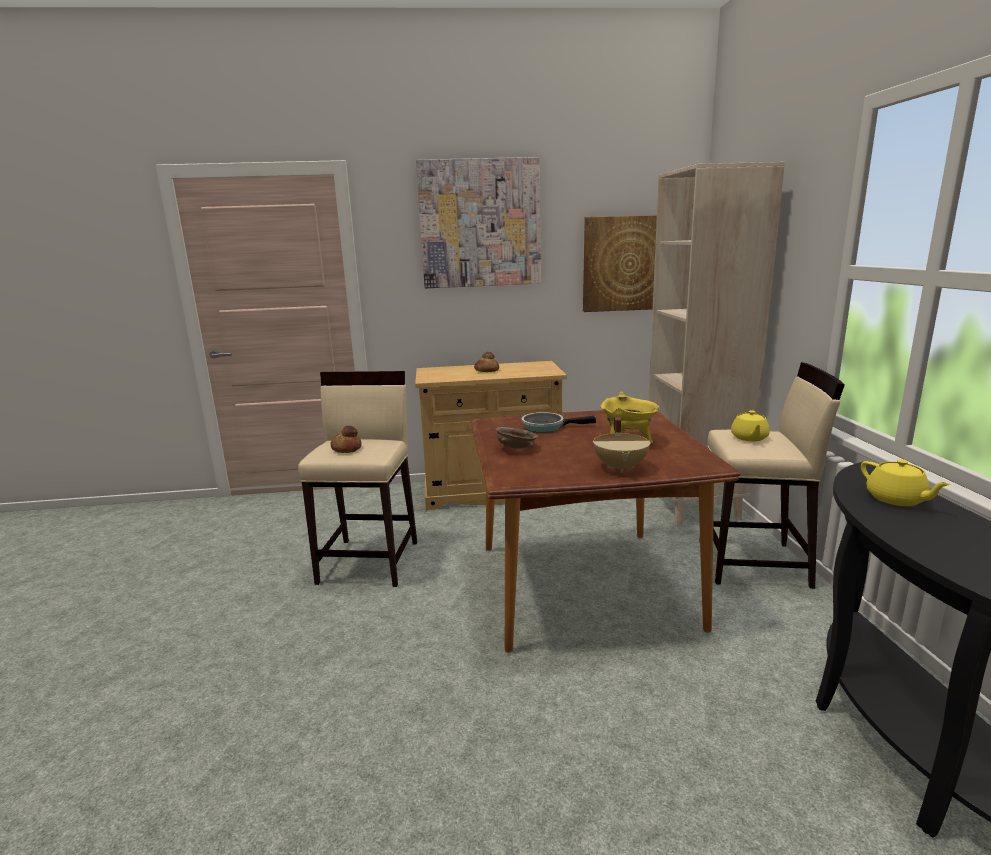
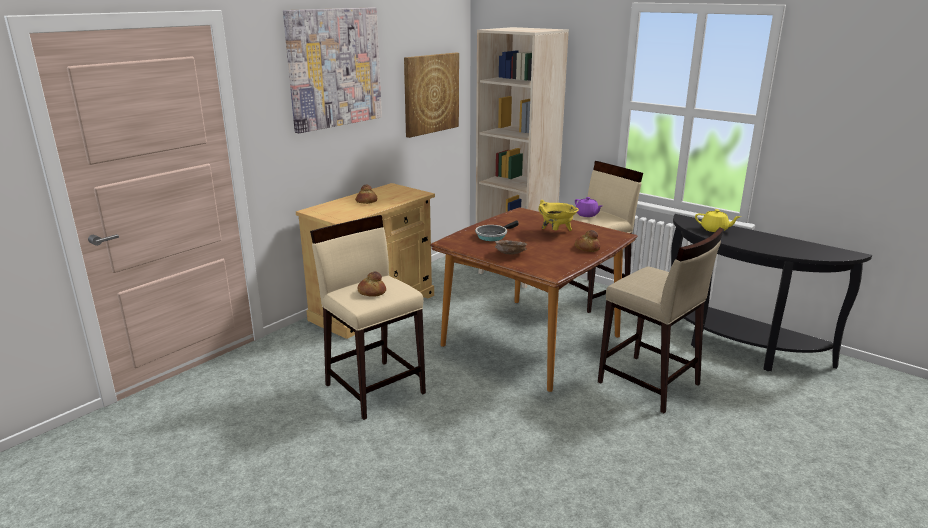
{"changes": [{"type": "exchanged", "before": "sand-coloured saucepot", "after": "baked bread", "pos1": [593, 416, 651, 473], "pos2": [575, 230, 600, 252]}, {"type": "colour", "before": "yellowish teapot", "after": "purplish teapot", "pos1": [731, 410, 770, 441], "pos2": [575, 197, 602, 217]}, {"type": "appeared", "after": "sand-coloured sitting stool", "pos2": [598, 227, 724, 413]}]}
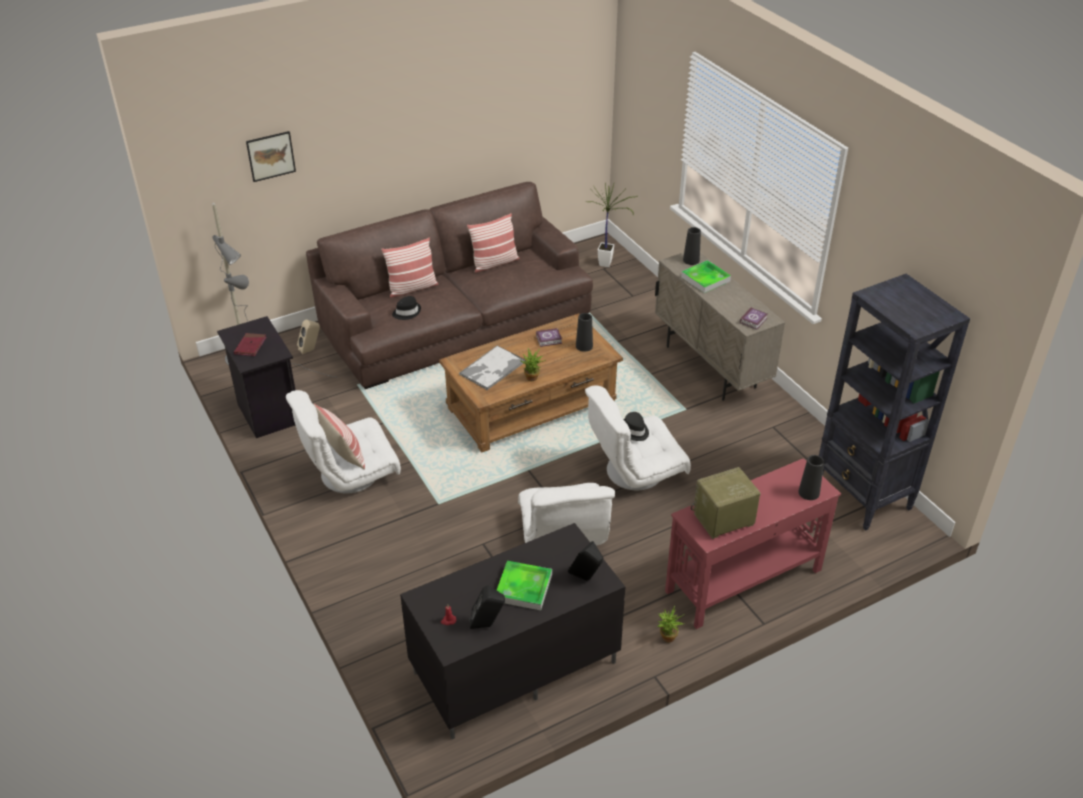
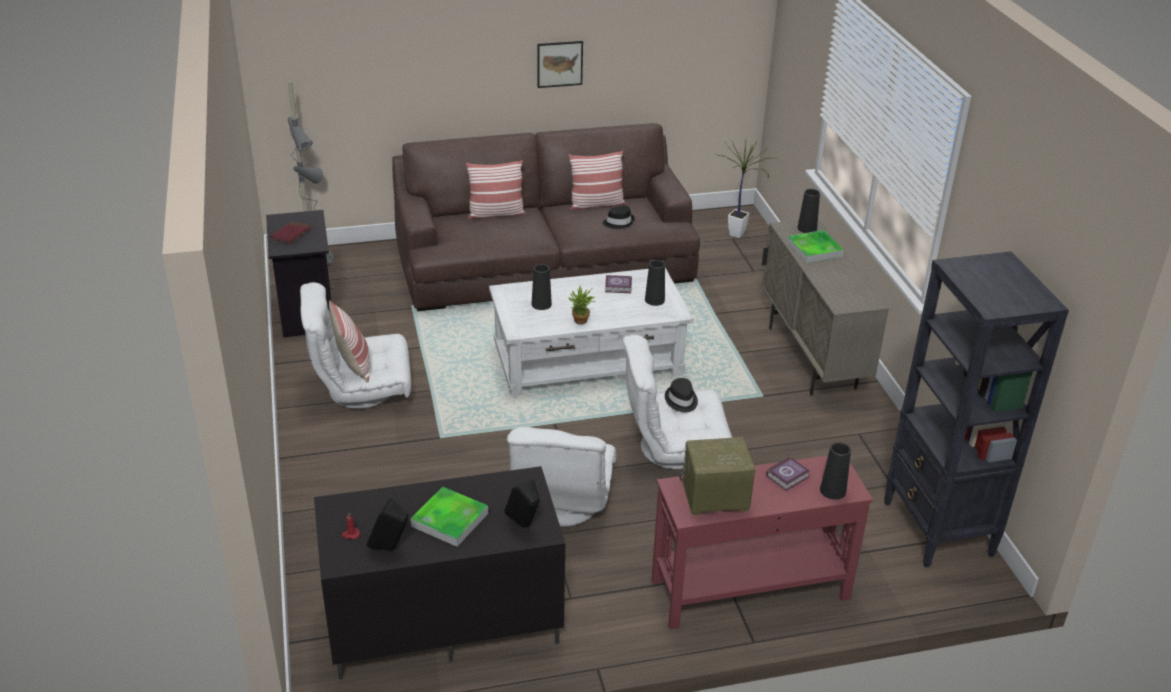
{"changes": [{"type": "relocated", "before": "wall art", "pos1": [246, 131, 296, 182], "pos2": [538, 41, 583, 88]}, {"type": "missing", "before": "sand-coloured loudspeaker", "pos1": [297, 319, 320, 354]}, {"type": "relocated", "before": "black-coloured hat", "pos1": [392, 296, 421, 320], "pos2": [602, 205, 635, 229]}, {"type": "colour", "before": "brownish low table", "after": "whitish low table", "pos1": [439, 313, 623, 452], "pos2": [489, 268, 693, 396]}, {"type": "exchanged", "before": "tray", "after": "black-coloured decorative vase", "pos1": [459, 345, 526, 390], "pos2": [531, 264, 552, 310]}, {"type": "missing", "before": "houseplant", "pos1": [657, 606, 685, 643]}, {"type": "relocated", "before": "bound book", "pos1": [740, 307, 768, 330], "pos2": [766, 457, 810, 491]}]}
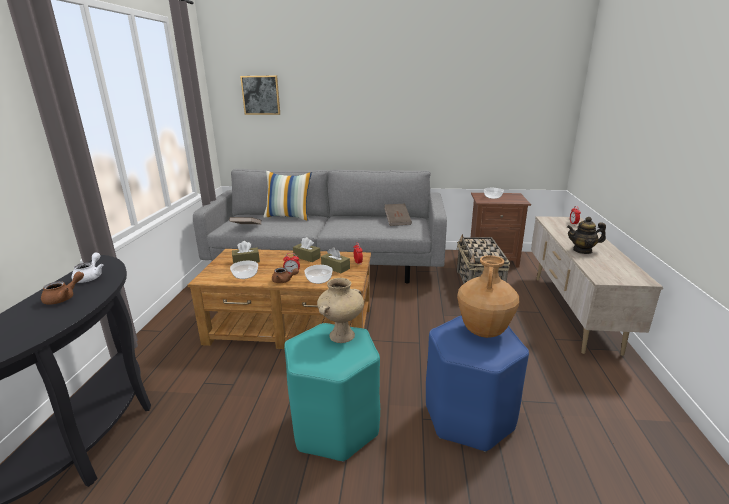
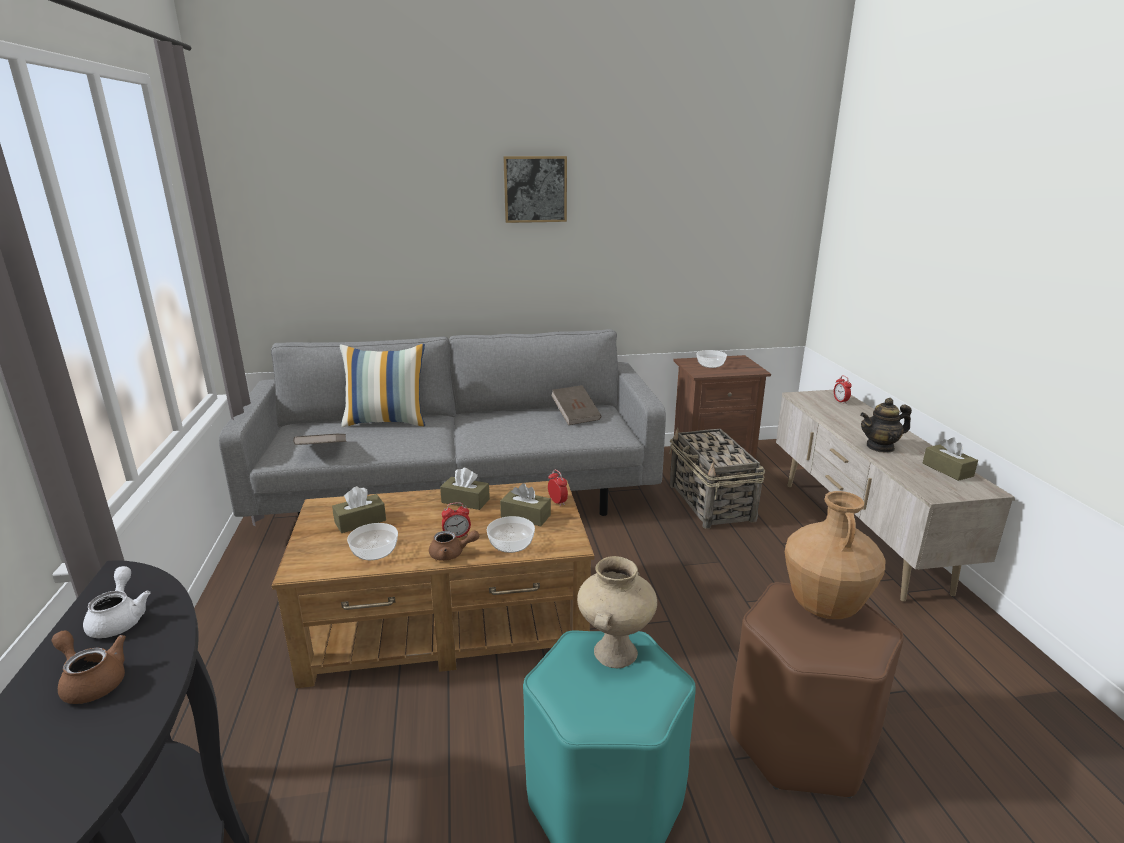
{"changes": [{"type": "spun", "before": "brownish teapot", "pos1": [41, 271, 84, 304], "pos2": [52, 630, 126, 704], "turn": -75}, {"type": "relocated", "before": "wall art", "pos1": [240, 75, 280, 115], "pos2": [503, 156, 567, 223]}, {"type": "colour", "before": "blue sitting stool", "after": "brownish sitting stool", "pos1": [426, 316, 529, 452], "pos2": [730, 582, 904, 798]}, {"type": "appeared", "after": "brownish tissue box", "pos2": [923, 437, 978, 481]}]}
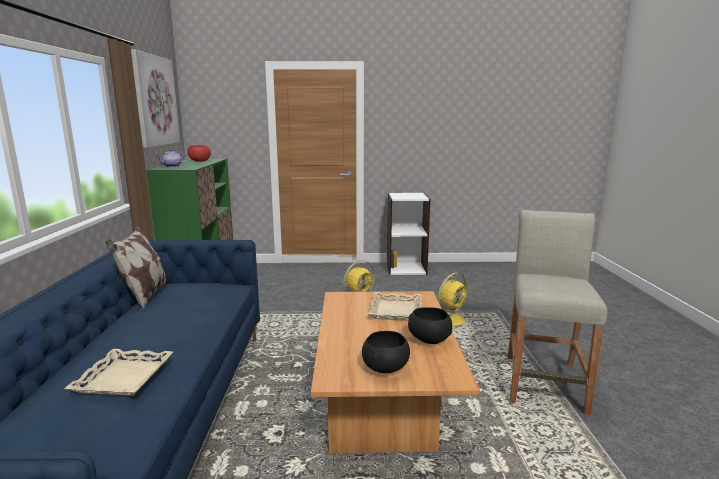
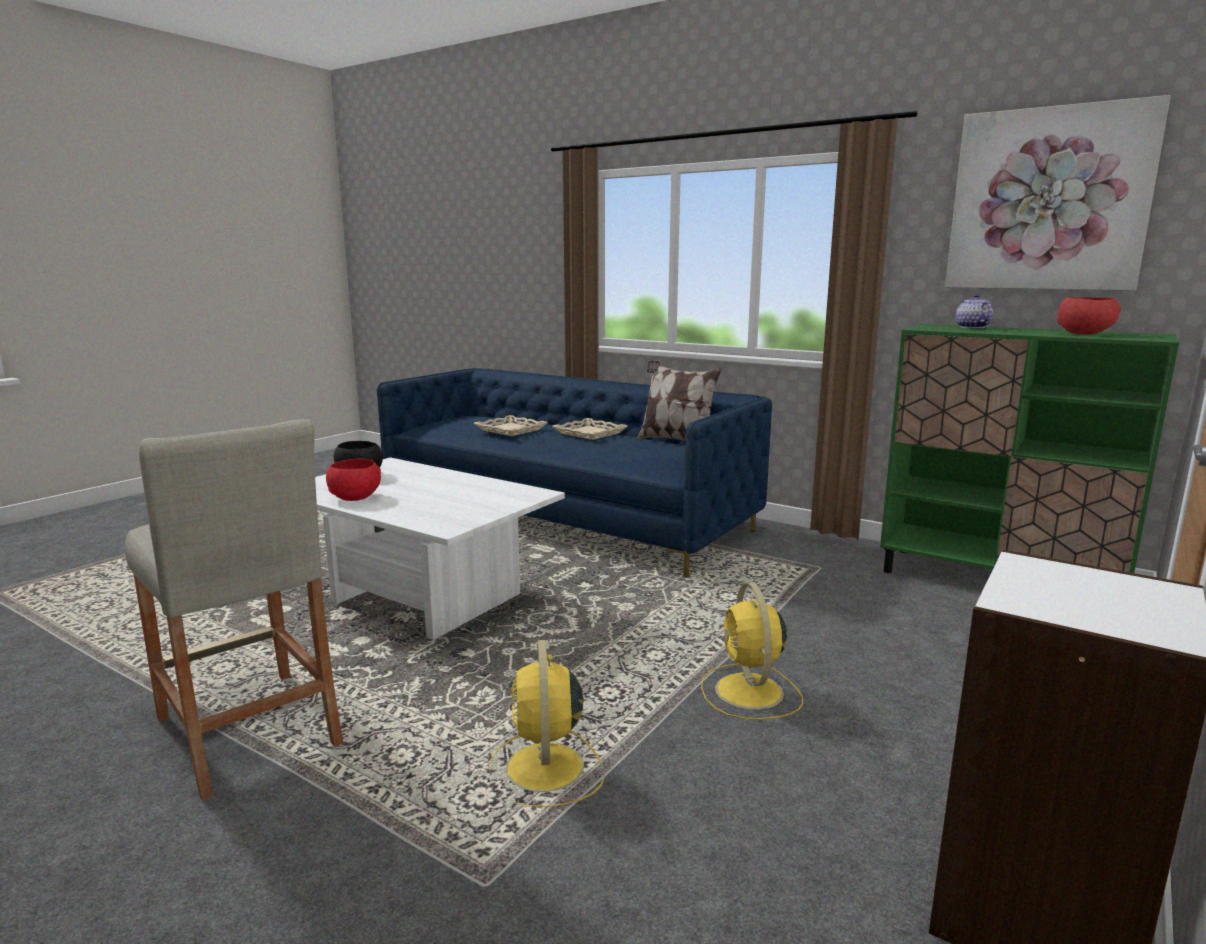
{"changes": [{"type": "colour", "before": "brownish low table", "after": "whitish low table", "pos1": [311, 291, 480, 453], "pos2": [315, 457, 565, 640]}, {"type": "relocated", "before": "sand-coloured tray", "pos1": [368, 292, 422, 321], "pos2": [552, 418, 628, 440]}, {"type": "colour", "before": "black-coloured serving bowl", "after": "reddish serving bowl", "pos1": [408, 307, 452, 344], "pos2": [326, 459, 381, 501]}]}
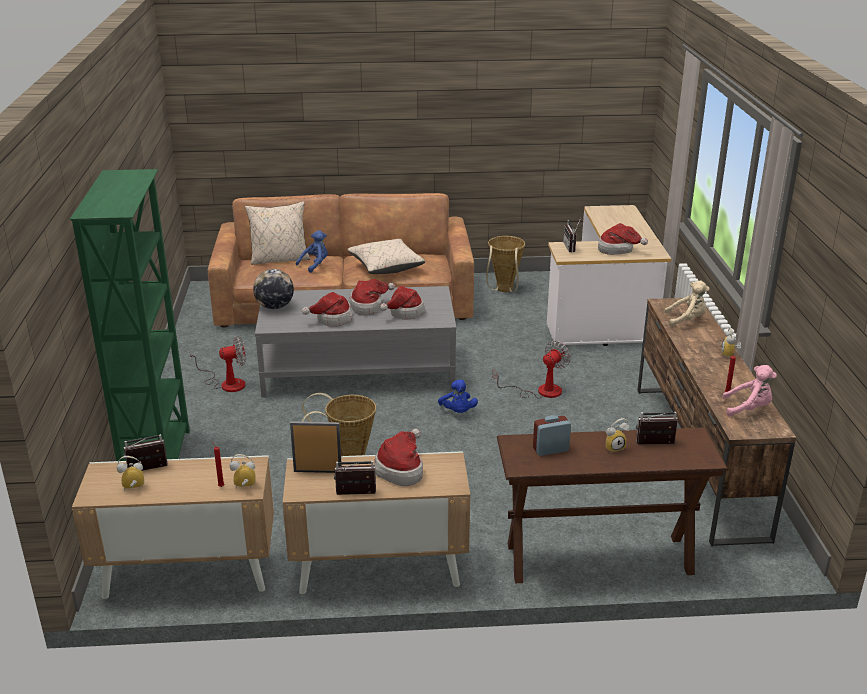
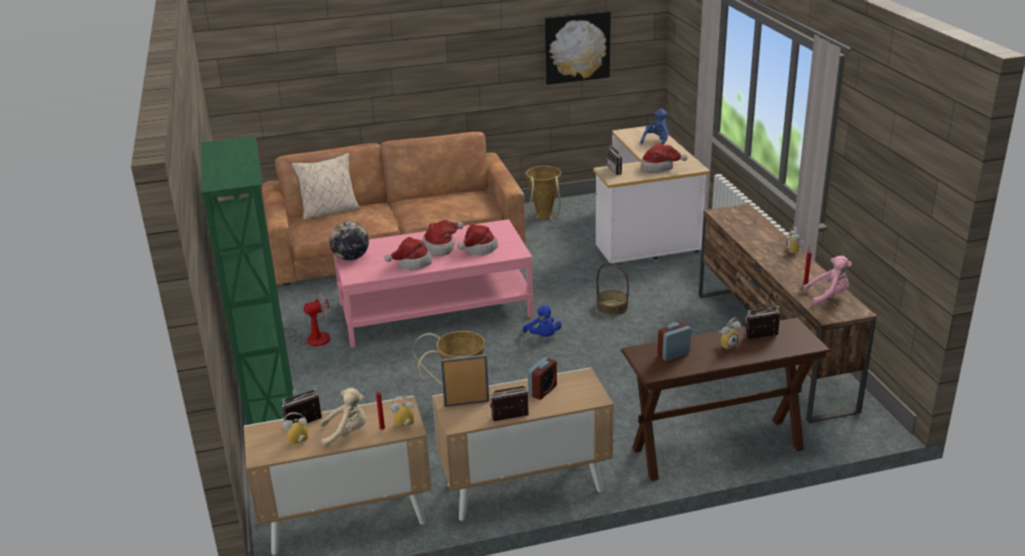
{"changes": [{"type": "colour", "before": "greyish low table", "after": "pinkish low table", "pos1": [255, 286, 457, 398], "pos2": [334, 219, 533, 347]}, {"type": "relocated", "before": "blue plush toy", "pos1": [296, 230, 328, 273], "pos2": [640, 109, 669, 144]}, {"type": "missing", "before": "sand-coloured throw pillow", "pos1": [347, 239, 425, 274]}, {"type": "exchanged", "before": "hat", "after": "table clock", "pos1": [374, 429, 423, 486], "pos2": [528, 357, 557, 400]}, {"type": "exchanged", "before": "cooling fan", "after": "storage basket", "pos1": [493, 341, 571, 399], "pos2": [596, 263, 629, 316]}, {"type": "relocated", "before": "sand-coloured plush toy", "pos1": [664, 281, 709, 327], "pos2": [320, 388, 366, 447]}, {"type": "appeared", "after": "wall art", "pos2": [545, 11, 611, 85]}]}
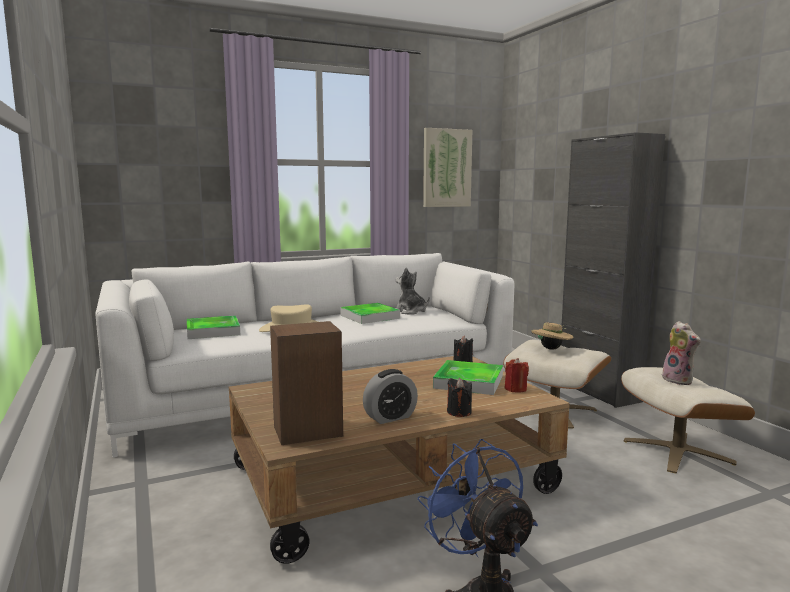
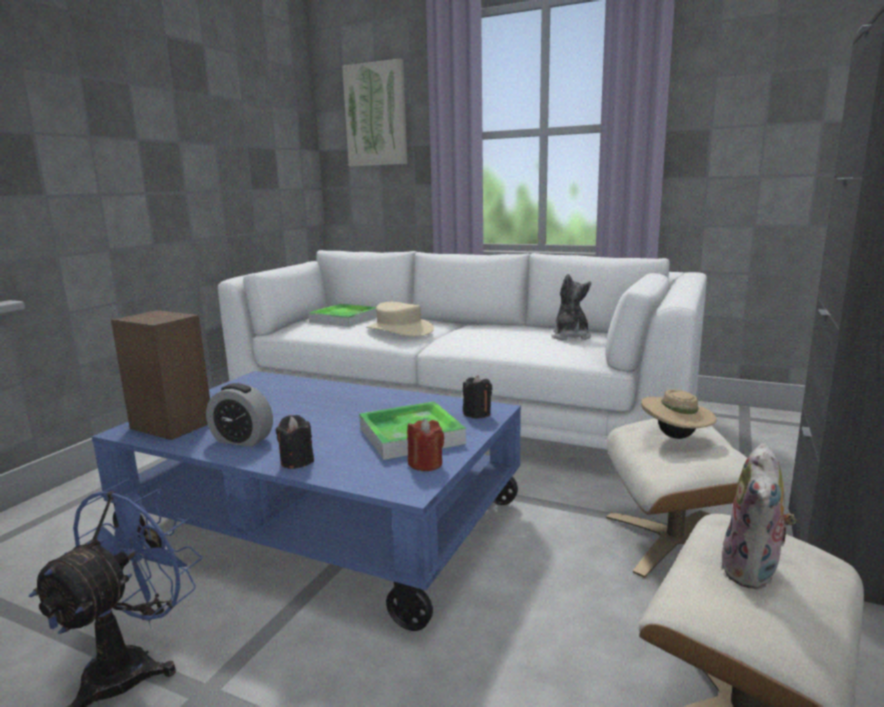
{"changes": [{"type": "colour", "before": "brownish low table", "after": "blue low table", "pos1": [229, 356, 570, 564], "pos2": [92, 371, 521, 631]}, {"type": "missing", "before": "tray", "pos1": [341, 303, 400, 324]}, {"type": "relocated", "before": "wall art", "pos1": [423, 128, 472, 207], "pos2": [342, 59, 407, 166]}]}
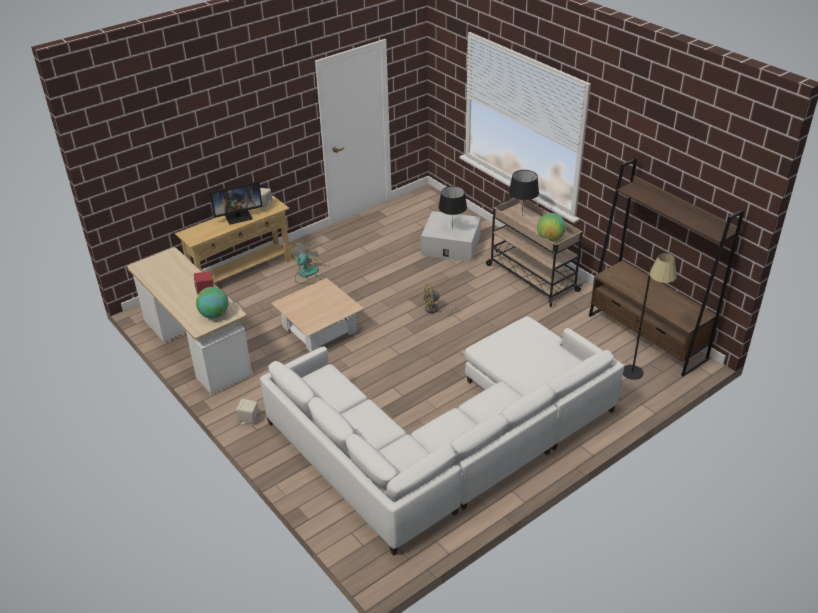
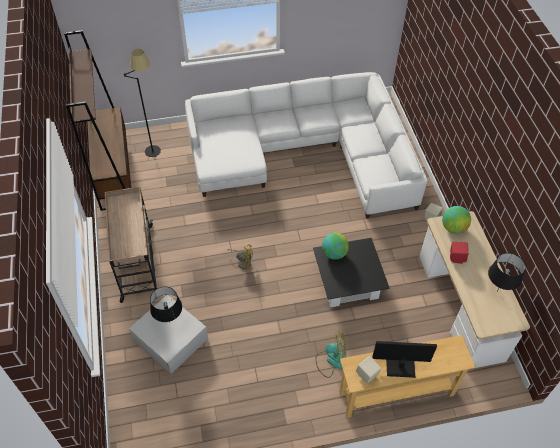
{"changes": [{"type": "colour", "before": "sand-coloured low table", "after": "black-coloured low table", "pos1": [271, 278, 364, 352], "pos2": [313, 238, 390, 307]}, {"type": "spun", "before": "cooling fan", "pos1": [290, 242, 321, 284], "pos2": [315, 331, 346, 378], "turn": -135}, {"type": "relocated", "before": "black-coloured lamp for a table", "pos1": [509, 170, 539, 215], "pos2": [488, 253, 525, 291]}, {"type": "relocated", "before": "world globe", "pos1": [537, 213, 566, 241], "pos2": [322, 233, 349, 260]}]}
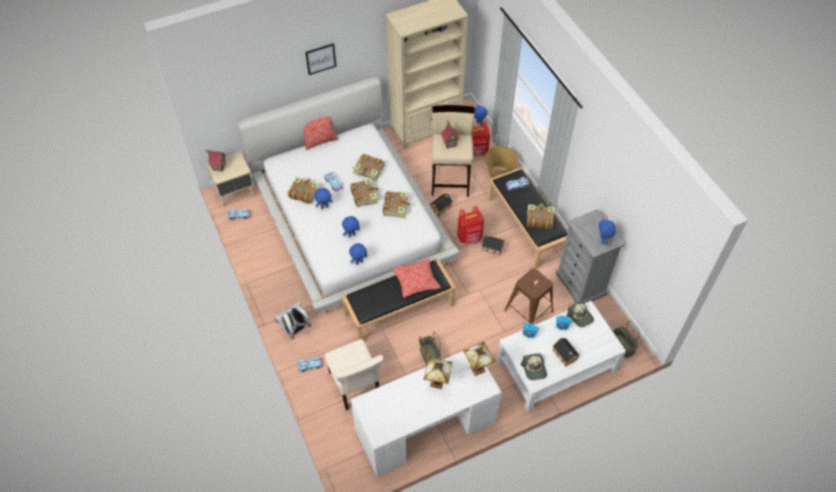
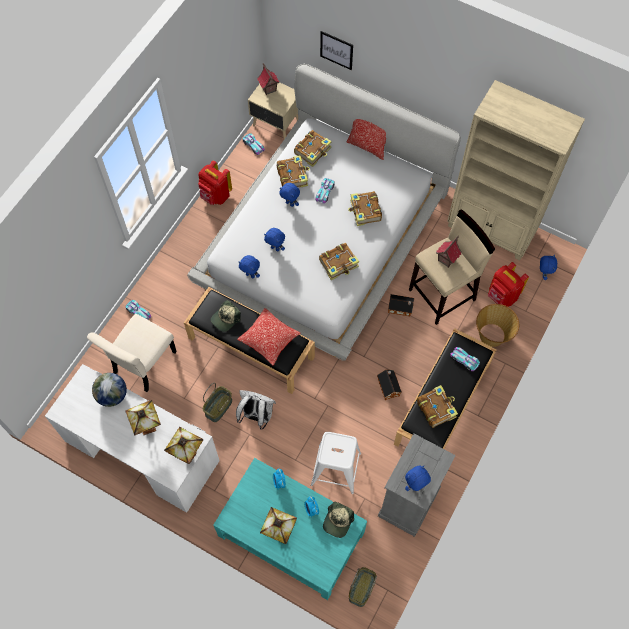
{"changes": [{"type": "relocated", "before": "whitish backpack", "pos1": [274, 301, 311, 339], "pos2": [236, 390, 276, 429]}, {"type": "relocated", "before": "wall art", "pos1": [305, 43, 337, 75], "pos2": [320, 31, 353, 70]}, {"type": "relocated", "before": "bound book", "pos1": [350, 178, 379, 207], "pos2": [294, 130, 332, 167]}, {"type": "relocated", "before": "reddish backpack", "pos1": [457, 206, 484, 245], "pos2": [198, 161, 232, 205]}, {"type": "colour", "before": "whitish low table", "after": "turquoise-coloured low table", "pos1": [497, 301, 626, 412], "pos2": [213, 458, 367, 600]}, {"type": "colour", "before": "brownish sitting stool", "after": "whitish sitting stool", "pos1": [504, 268, 553, 324], "pos2": [311, 432, 361, 494]}, {"type": "relocated", "before": "cap", "pos1": [520, 353, 547, 380], "pos2": [211, 300, 241, 332]}, {"type": "exchanged", "before": "toy house", "after": "lamp for a table", "pos1": [553, 338, 580, 366], "pos2": [260, 507, 297, 544]}, {"type": "appeared", "after": "world globe", "pos2": [92, 373, 127, 407]}]}
